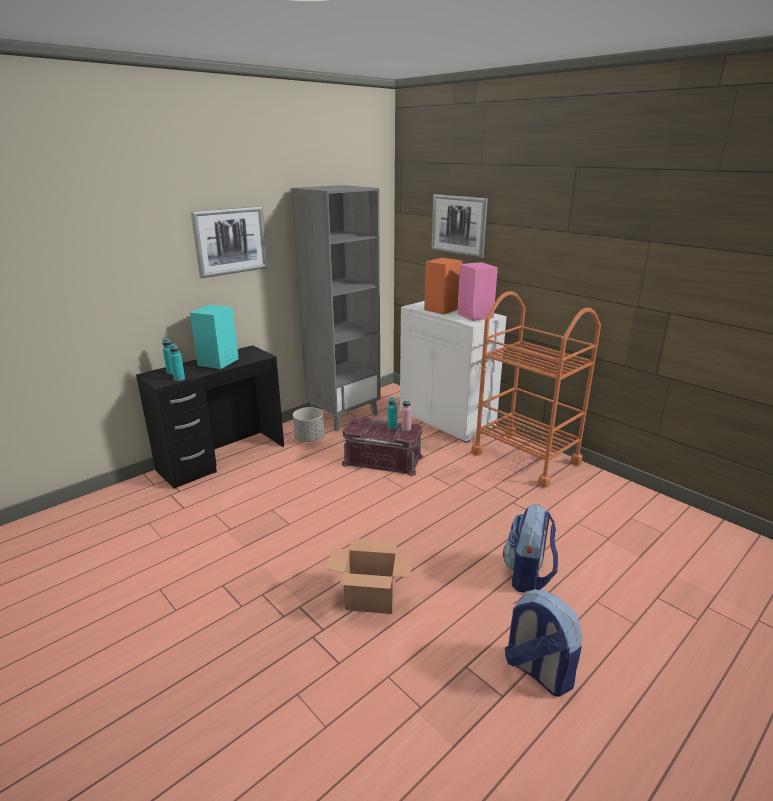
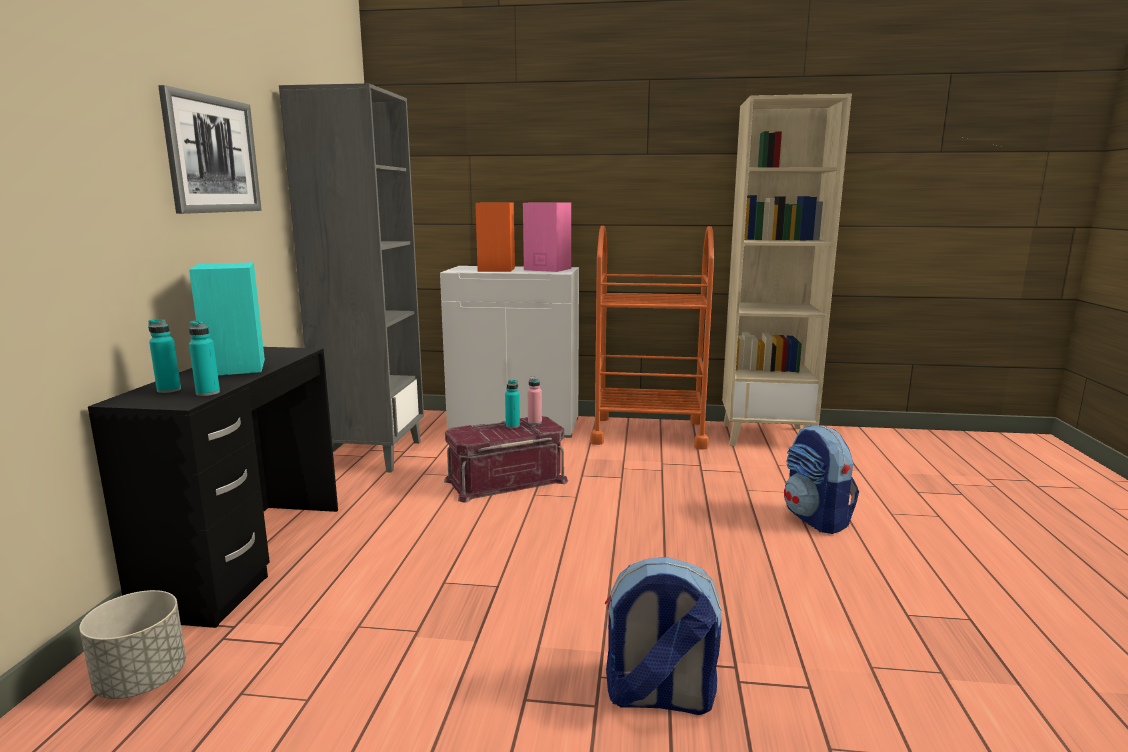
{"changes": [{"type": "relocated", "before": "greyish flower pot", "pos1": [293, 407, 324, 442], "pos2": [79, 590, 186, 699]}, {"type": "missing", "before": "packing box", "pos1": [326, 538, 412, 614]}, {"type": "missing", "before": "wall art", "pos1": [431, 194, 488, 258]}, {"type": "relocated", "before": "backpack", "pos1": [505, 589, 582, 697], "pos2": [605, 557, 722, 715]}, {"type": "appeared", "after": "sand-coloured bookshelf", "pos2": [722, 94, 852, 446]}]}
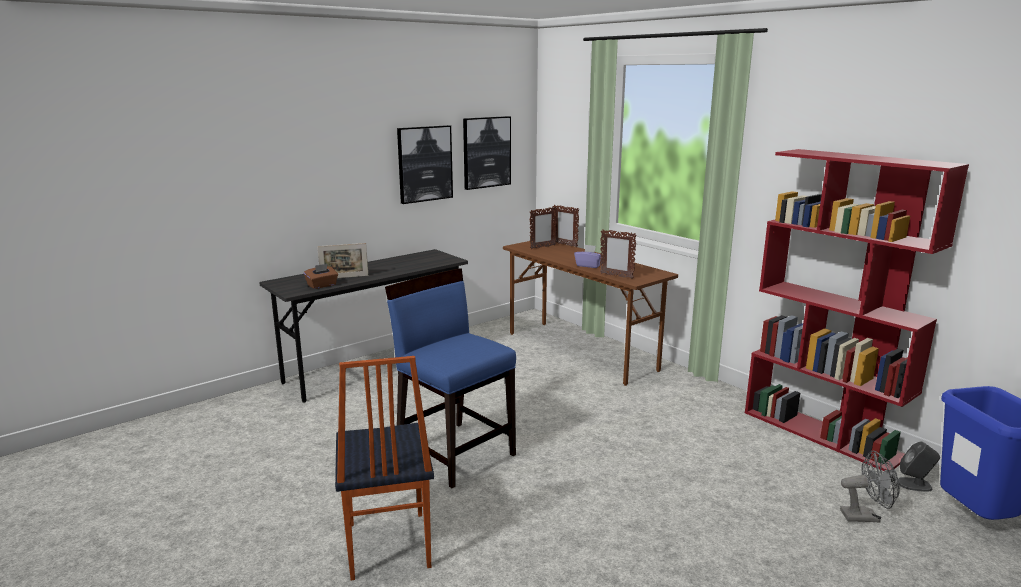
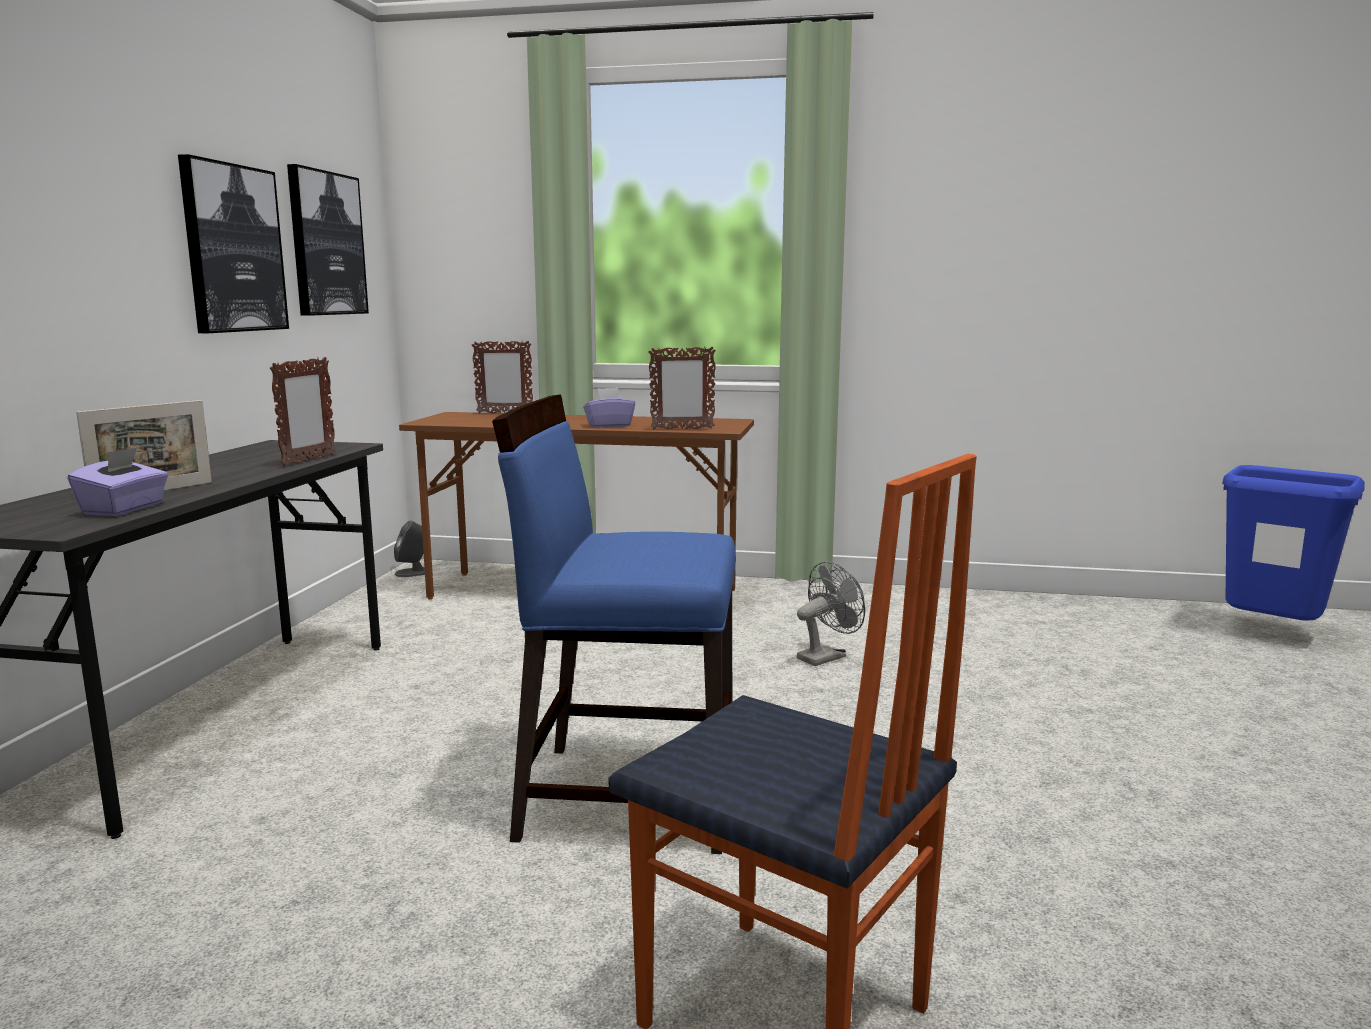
{"changes": [{"type": "colour", "before": "brownish tissue box", "after": "purplish tissue box", "pos1": [304, 264, 338, 289], "pos2": [68, 447, 168, 516]}, {"type": "relocated", "before": "photo frame", "pos1": [530, 207, 557, 249], "pos2": [270, 357, 336, 466]}, {"type": "missing", "before": "reddish bookshelf", "pos1": [745, 149, 969, 471]}, {"type": "relocated", "before": "greyish cooling fan", "pos1": [840, 451, 900, 522], "pos2": [797, 561, 865, 666]}, {"type": "relocated", "before": "greyish loudspeaker", "pos1": [898, 442, 940, 492], "pos2": [394, 520, 425, 577]}]}
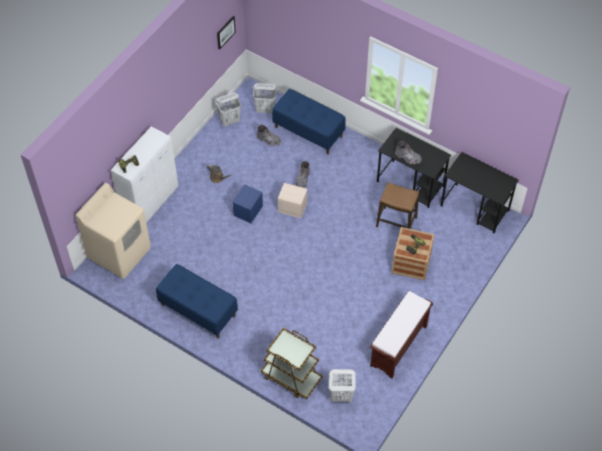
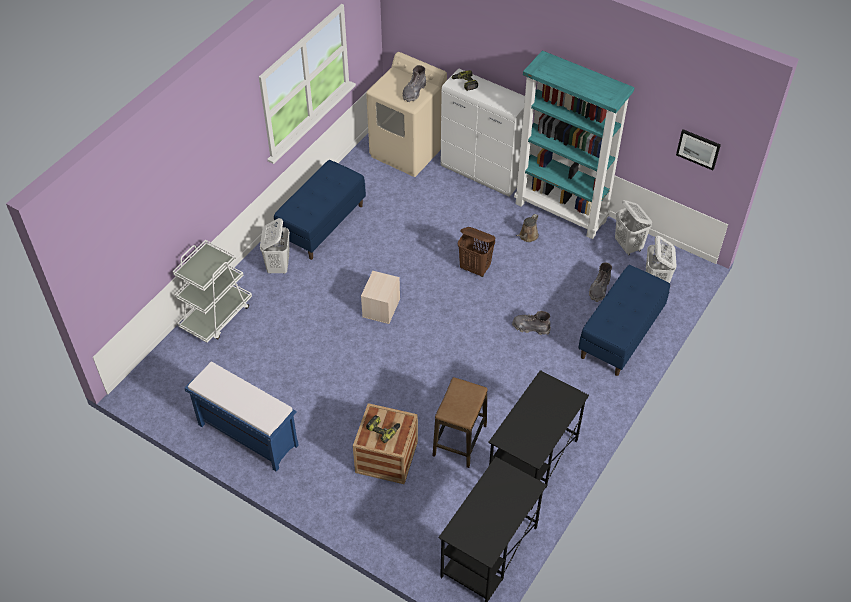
{"changes": [{"type": "exchanged", "before": "blue storage bin", "after": "brownish hamper", "pos1": [232, 184, 263, 223], "pos2": [458, 227, 495, 277]}, {"type": "colour", "before": "brownish cart", "after": "whitish cart", "pos1": [261, 327, 323, 399], "pos2": [173, 240, 252, 343]}, {"type": "relocated", "before": "sand-coloured storage bin", "pos1": [278, 183, 307, 218], "pos2": [361, 271, 400, 324]}, {"type": "relocated", "before": "whitish hamper", "pos1": [329, 369, 356, 402], "pos2": [260, 218, 290, 274]}, {"type": "colour", "before": "brownish bench", "after": "blue bench", "pos1": [370, 291, 433, 378], "pos2": [185, 361, 299, 472]}, {"type": "relocated", "before": "greyish high-top boot", "pos1": [395, 141, 422, 164], "pos2": [403, 65, 426, 102]}, {"type": "appeared", "after": "turquoise-coloured bookshelf", "pos2": [514, 51, 635, 239]}]}
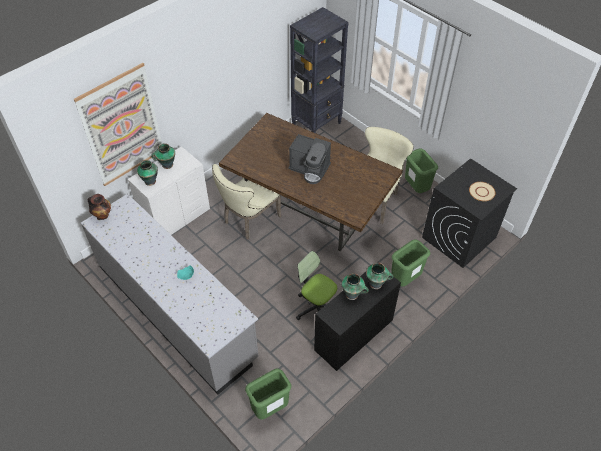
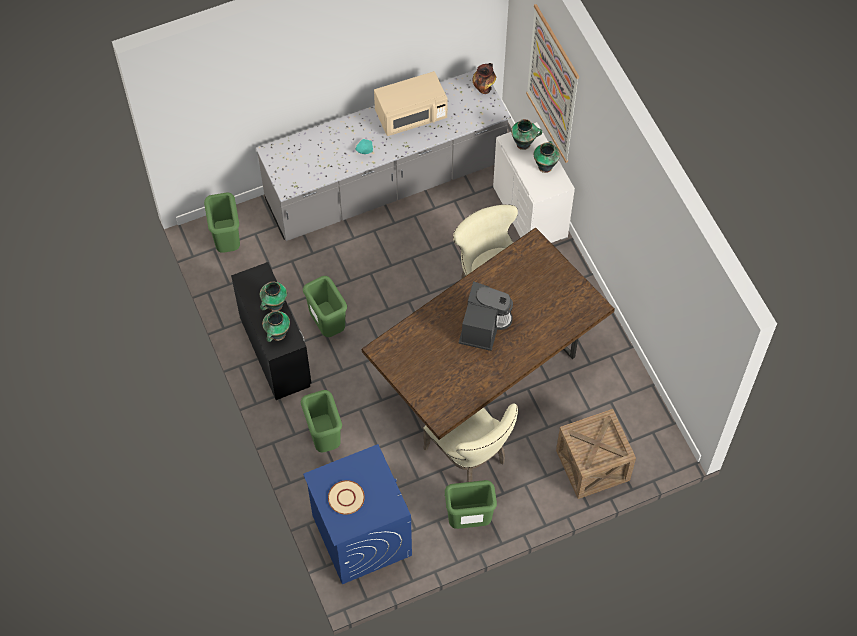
{"changes": [{"type": "spun", "before": "coffee maker", "pos1": [288, 134, 331, 184], "pos2": [459, 281, 513, 351], "turn": 150}, {"type": "missing", "before": "black-coloured bookshelf", "pos1": [290, 7, 349, 133]}, {"type": "exchanged", "before": "computer chair", "after": "green rubbish bin", "pos1": [296, 251, 337, 320], "pos2": [303, 276, 347, 337]}, {"type": "colour", "before": "black-coloured laundry appliance", "after": "blue laundry appliance", "pos1": [422, 158, 517, 268], "pos2": [303, 444, 412, 584]}, {"type": "appeared", "after": "sand-coloured microwave oven", "pos2": [374, 71, 448, 136]}, {"type": "appeared", "after": "shipping crate", "pos2": [556, 409, 636, 499]}]}
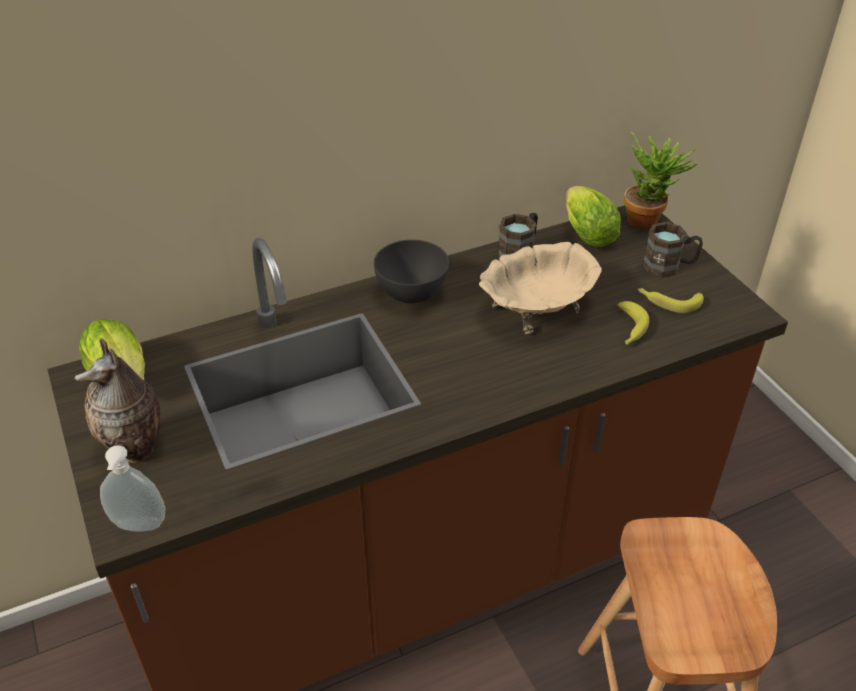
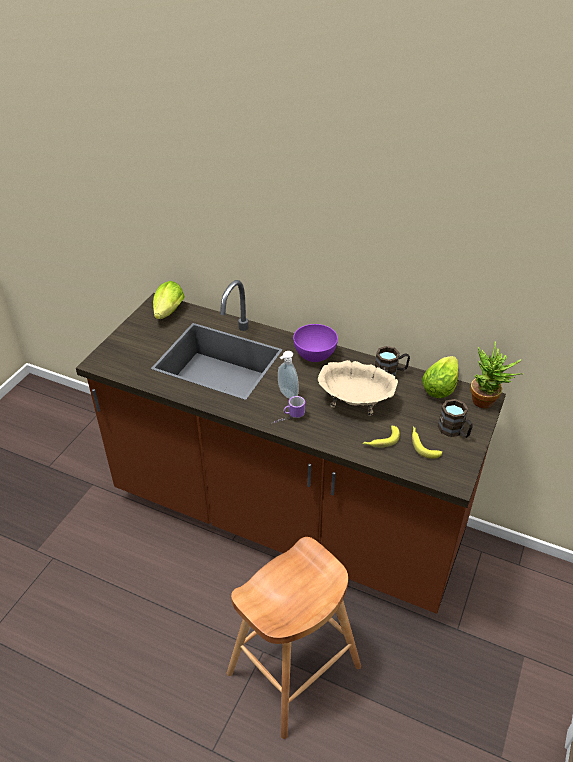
{"changes": [{"type": "missing", "before": "decorative vase", "pos1": [75, 338, 161, 463]}, {"type": "relocated", "before": "soap bottle", "pos1": [100, 445, 165, 531], "pos2": [278, 351, 299, 399]}, {"type": "colour", "before": "greyish serving bowl", "after": "purplish serving bowl", "pos1": [374, 240, 449, 303], "pos2": [293, 324, 338, 362]}, {"type": "appeared", "after": "mug", "pos2": [271, 396, 305, 424]}]}
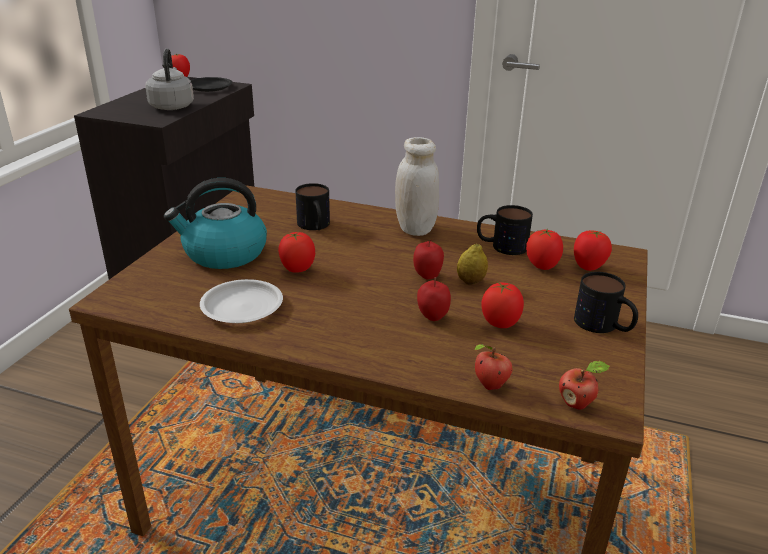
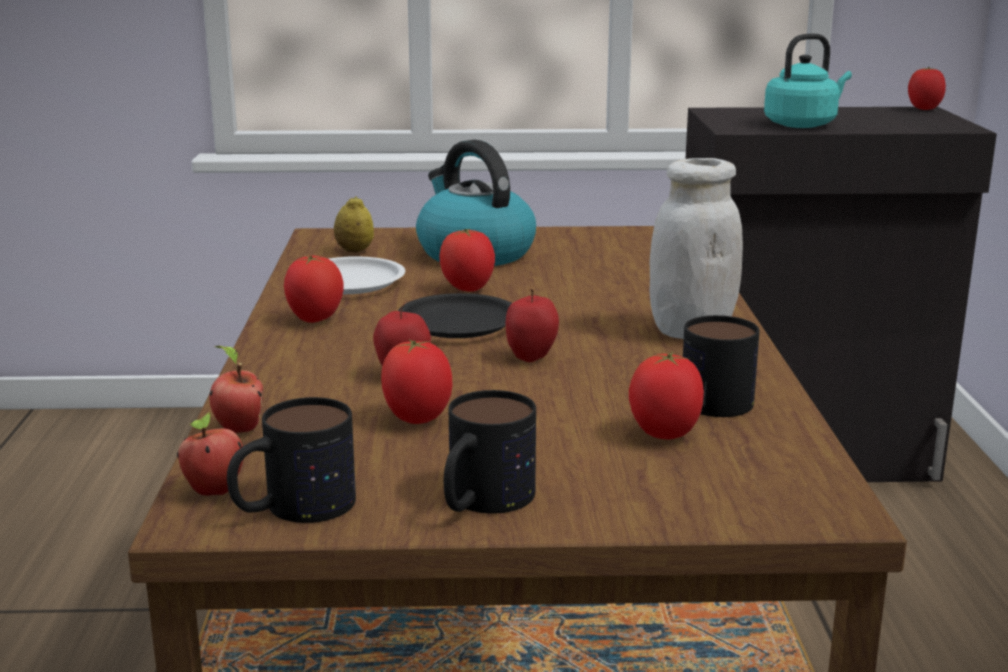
{"changes": [{"type": "colour", "before": "greyish tea kettle", "after": "turquoise-coloured tea kettle", "pos1": [145, 48, 194, 110], "pos2": [764, 34, 852, 128]}, {"type": "relocated", "before": "black-coloured plate", "pos1": [191, 77, 232, 92], "pos2": [398, 293, 512, 338]}, {"type": "relocated", "before": "mug", "pos1": [295, 183, 330, 230], "pos2": [227, 397, 356, 523]}, {"type": "relocated", "before": "lemon", "pos1": [457, 244, 488, 285], "pos2": [334, 196, 374, 252]}, {"type": "relocated", "before": "tomato", "pos1": [574, 230, 612, 271], "pos2": [284, 256, 344, 323]}]}
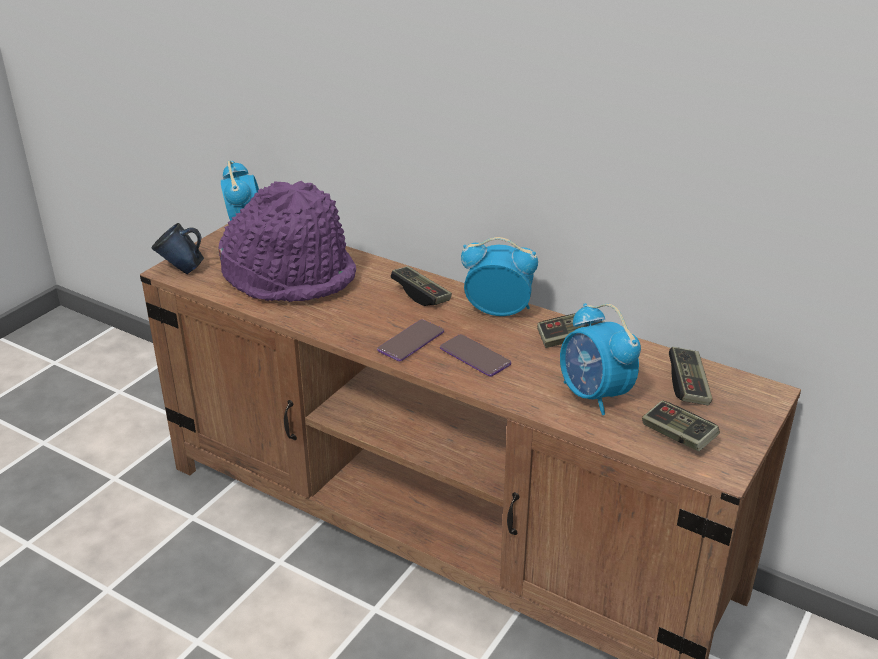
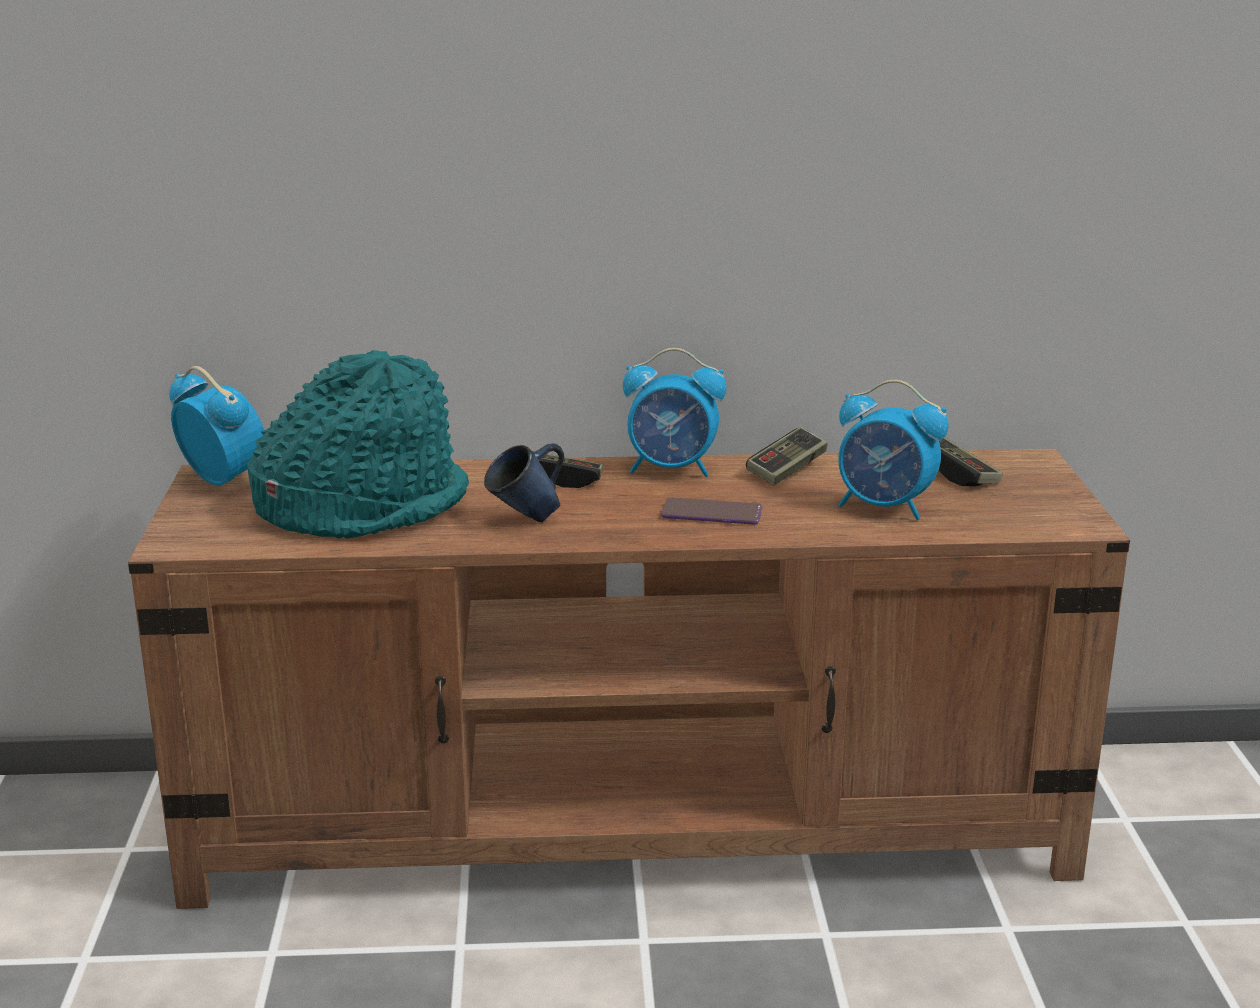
{"changes": [{"type": "relocated", "before": "blue mug", "pos1": [152, 223, 204, 274], "pos2": [484, 443, 565, 522]}, {"type": "colour", "before": "purplish hat", "after": "turquoise-coloured hat", "pos1": [218, 181, 356, 302], "pos2": [247, 350, 469, 539]}, {"type": "missing", "before": "handset", "pos1": [377, 320, 444, 361]}, {"type": "spun", "before": "table clock", "pos1": [461, 237, 538, 316], "pos2": [623, 348, 726, 477], "turn": -150}, {"type": "missing", "before": "game controller", "pos1": [642, 400, 720, 451]}]}
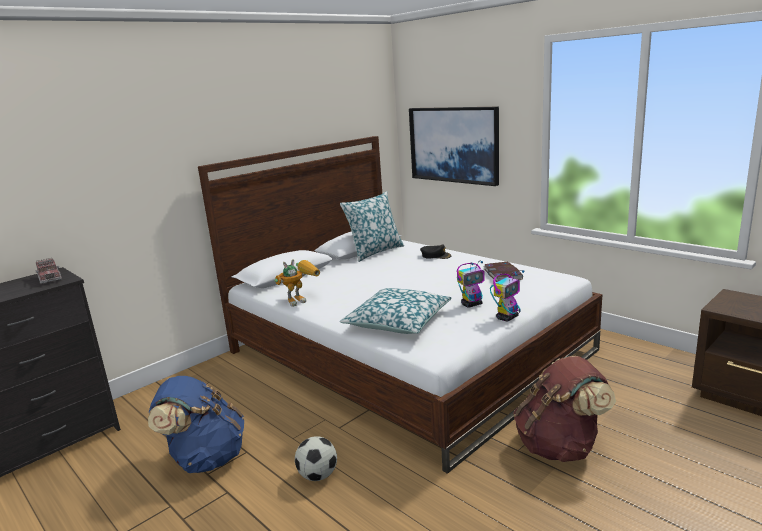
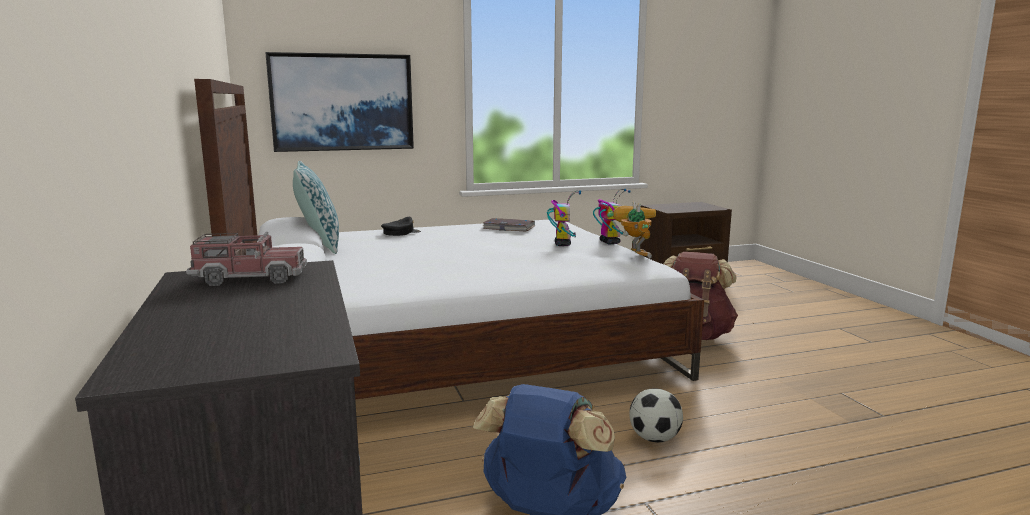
{"changes": [{"type": "relocated", "before": "model robot", "pos1": [275, 259, 320, 307], "pos2": [607, 201, 656, 258]}, {"type": "missing", "before": "throw pillow", "pos1": [340, 288, 451, 334]}]}
